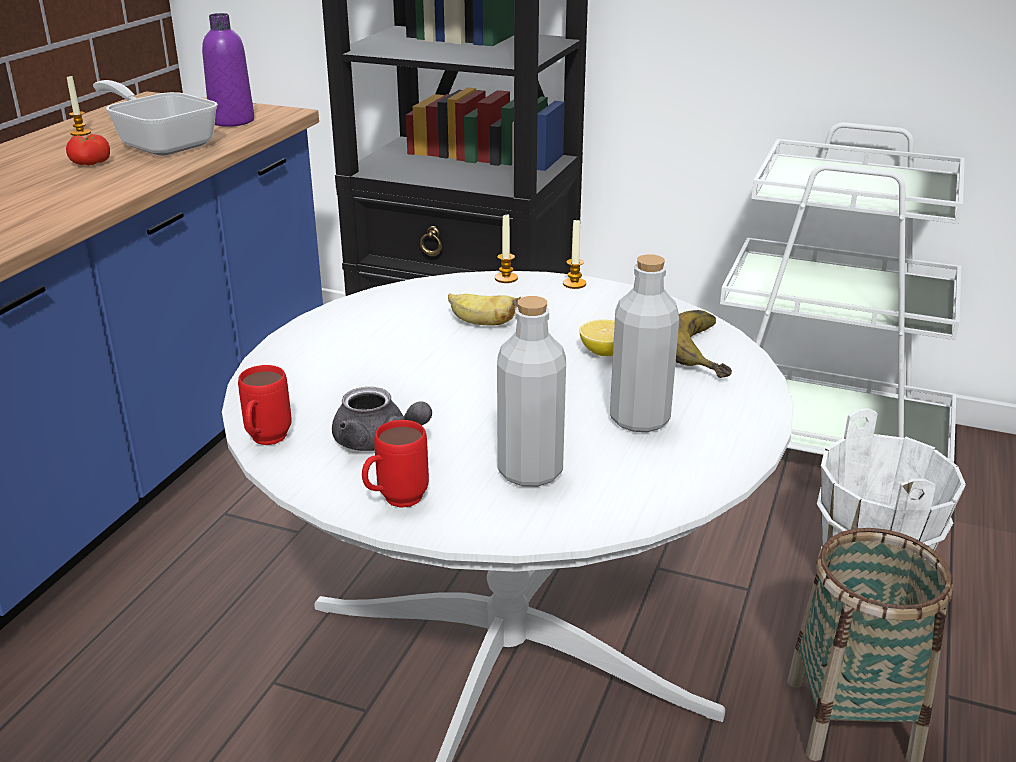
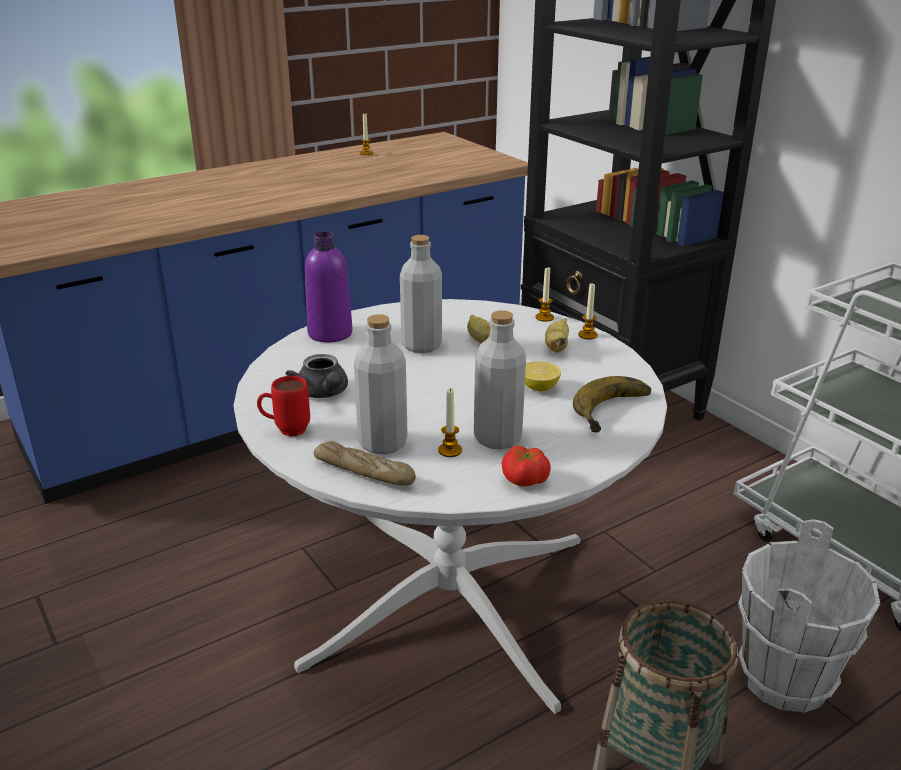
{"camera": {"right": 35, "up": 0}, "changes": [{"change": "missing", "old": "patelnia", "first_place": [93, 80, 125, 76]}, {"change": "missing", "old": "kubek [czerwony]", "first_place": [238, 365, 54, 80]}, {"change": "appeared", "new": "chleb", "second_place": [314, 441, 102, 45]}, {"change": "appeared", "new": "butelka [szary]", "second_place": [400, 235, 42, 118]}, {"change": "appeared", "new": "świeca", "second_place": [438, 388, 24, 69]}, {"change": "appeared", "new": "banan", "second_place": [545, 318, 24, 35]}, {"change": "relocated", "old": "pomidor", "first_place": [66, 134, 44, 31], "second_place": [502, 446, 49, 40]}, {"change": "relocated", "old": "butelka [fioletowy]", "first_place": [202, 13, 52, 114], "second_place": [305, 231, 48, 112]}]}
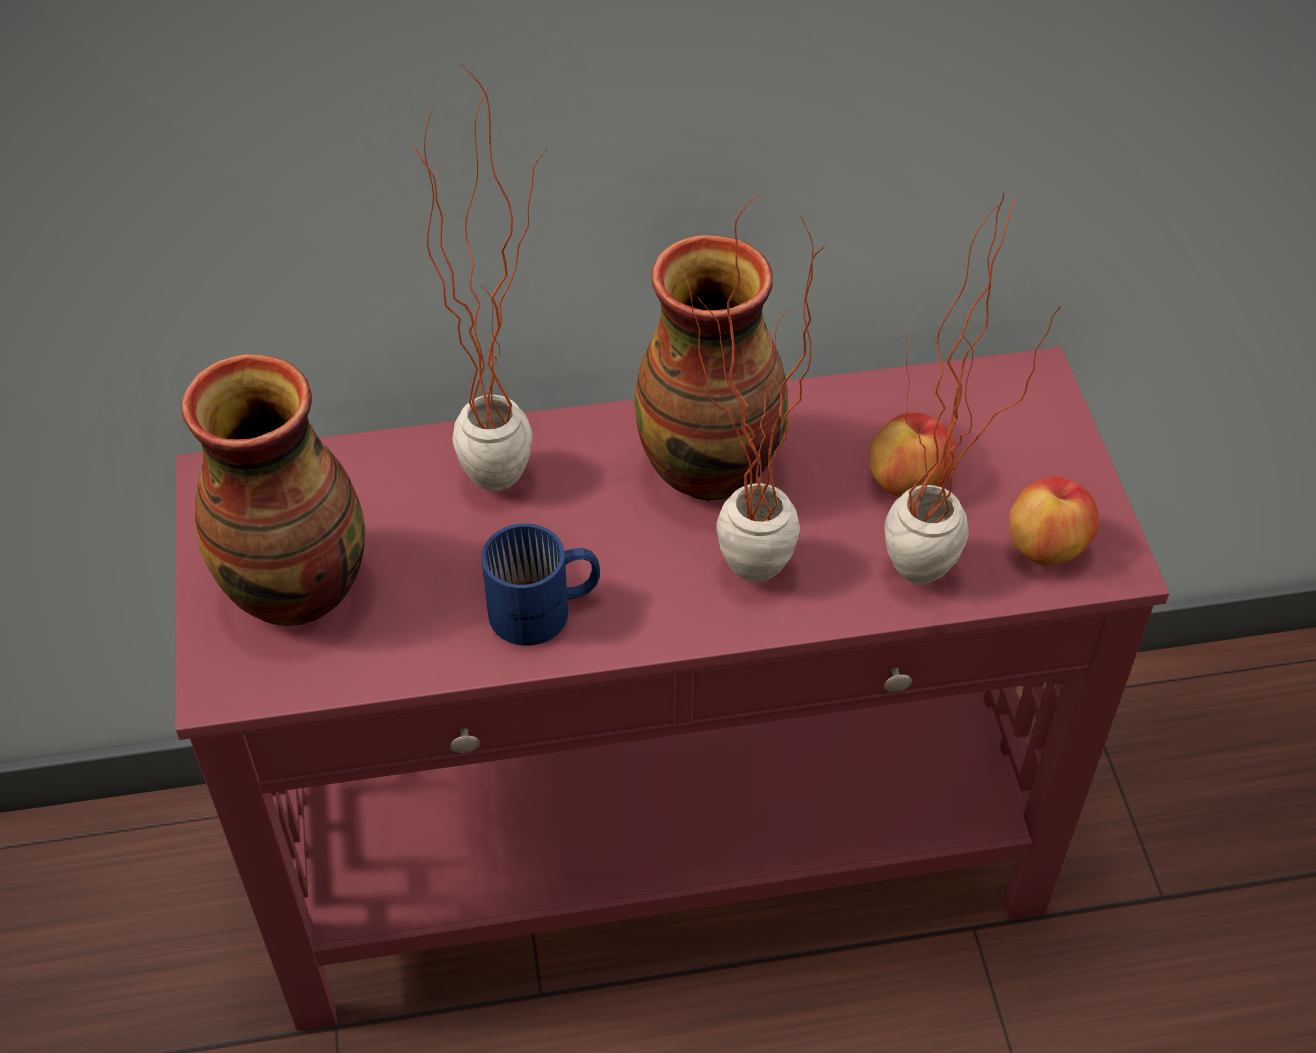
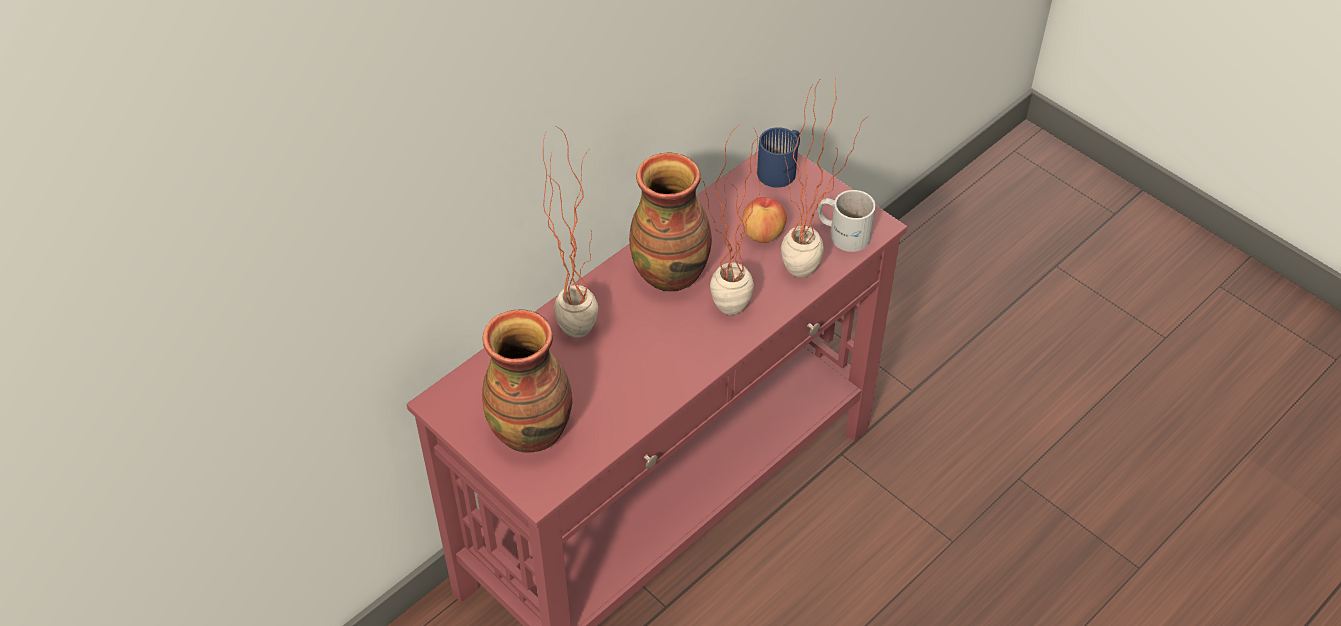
{"camera": {"right": -35, "up": 0}, "changes": [{"change": "relocated", "old": "kubek [niebieski]", "first_place": [481, 523, 119, 123], "second_place": [757, 127, 43, 61]}, {"change": "exchanged", "old": "jabłko", "new": "kubek [biały]", "first_place": [1009, 477, 90, 89], "second_place": [817, 190, 58, 62]}]}
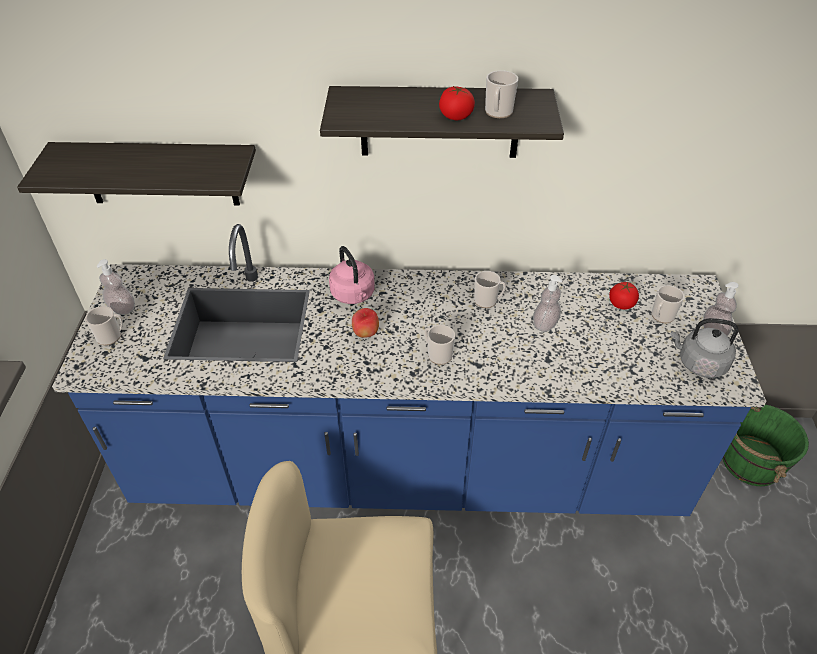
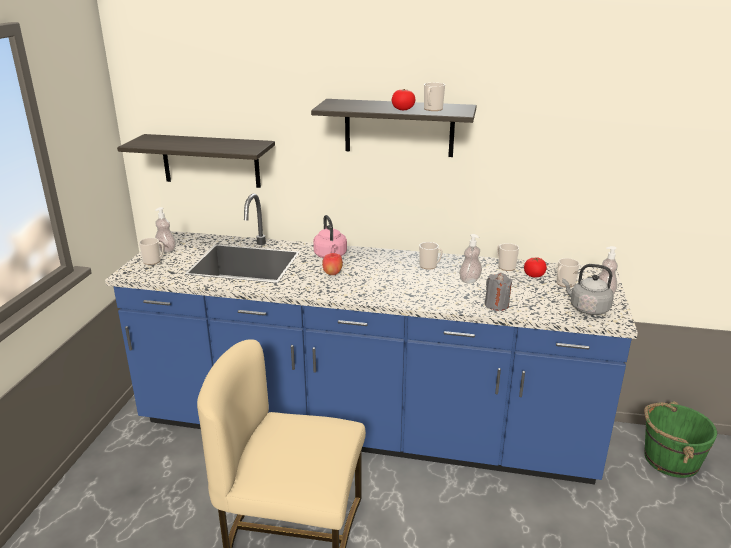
{"camera": {"right": 10, "up": -20}, "changes": [{"change": "appeared", "new": "świeca [szary]", "second_place": [485, 273, 28, 38]}, {"change": "relocated", "old": "kubek", "first_place": [425, 325, 30, 40], "second_place": [497, 243, 22, 28]}]}
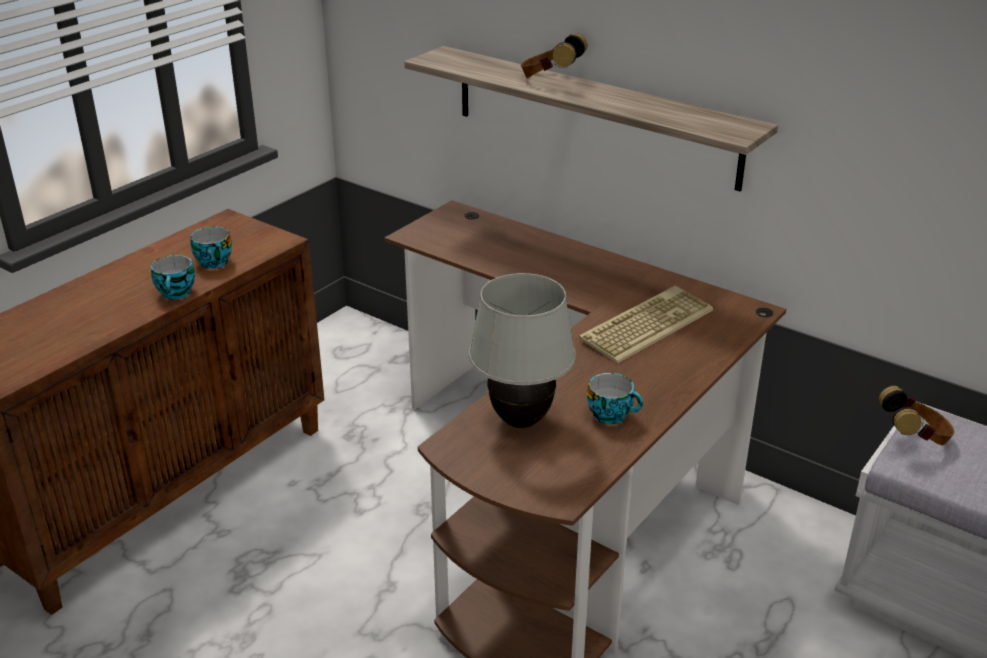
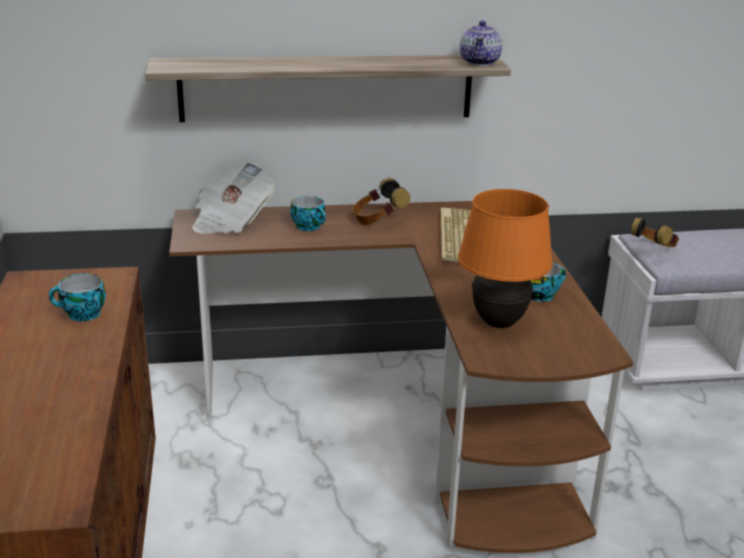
{"camera": {"right": -45, "up": -5}, "changes": [{"change": "appeared", "new": "gazeta", "second_place": [192, 162, 83, 72]}, {"change": "appeared", "new": "imbryk", "second_place": [460, 21, 42, 45]}, {"change": "relocated", "old": "filiżanka", "first_place": [151, 255, 44, 45], "second_place": [290, 196, 36, 35]}, {"change": "relocated", "old": "słuchawki", "first_place": [521, 33, 66, 45], "second_place": [353, 178, 57, 47]}, {"change": "colour", "old": "lampa stołowa [biały]", "new": "lampa stołowa [pomarańczowy]", "first_place": [469, 273, 107, 155], "second_place": [458, 189, 95, 139]}]}
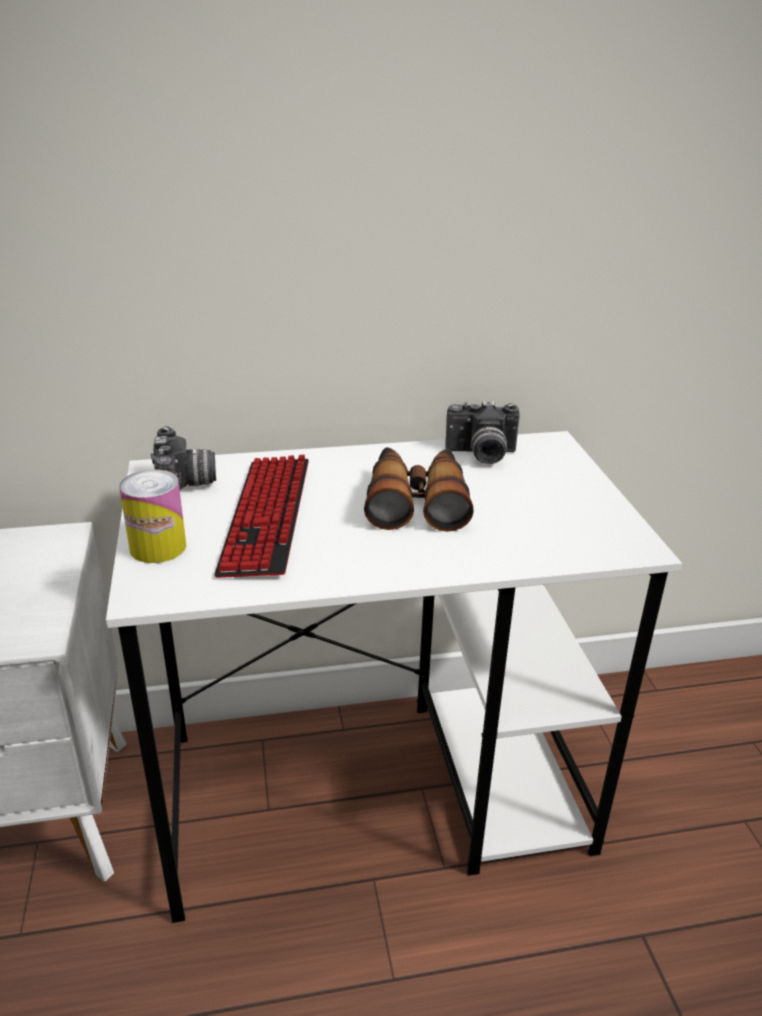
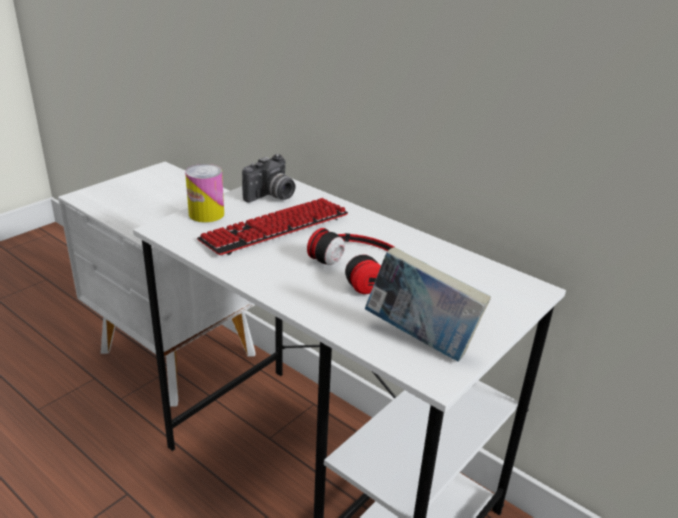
{"camera": {"right": 50, "up": 0}, "changes": [{"change": "missing", "old": "aparat fotograficzny", "first_place": [445, 401, 75, 63]}, {"change": "appeared", "new": "książka", "second_place": [365, 247, 126, 114]}, {"change": "exchanged", "old": "lornetka", "new": "słuchawki", "first_place": [364, 447, 110, 85], "second_place": [307, 228, 87, 66]}]}
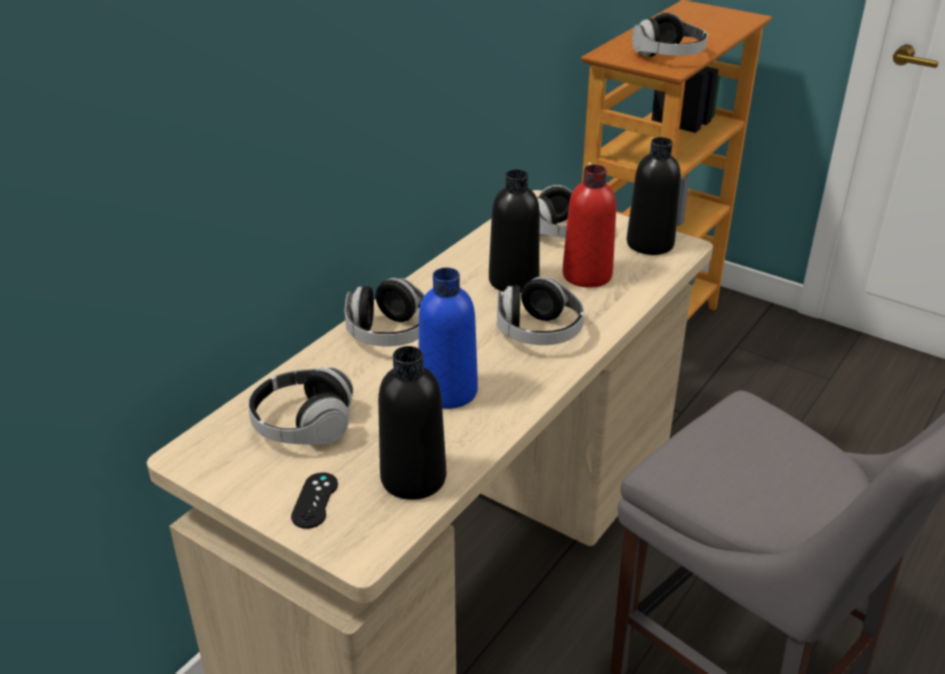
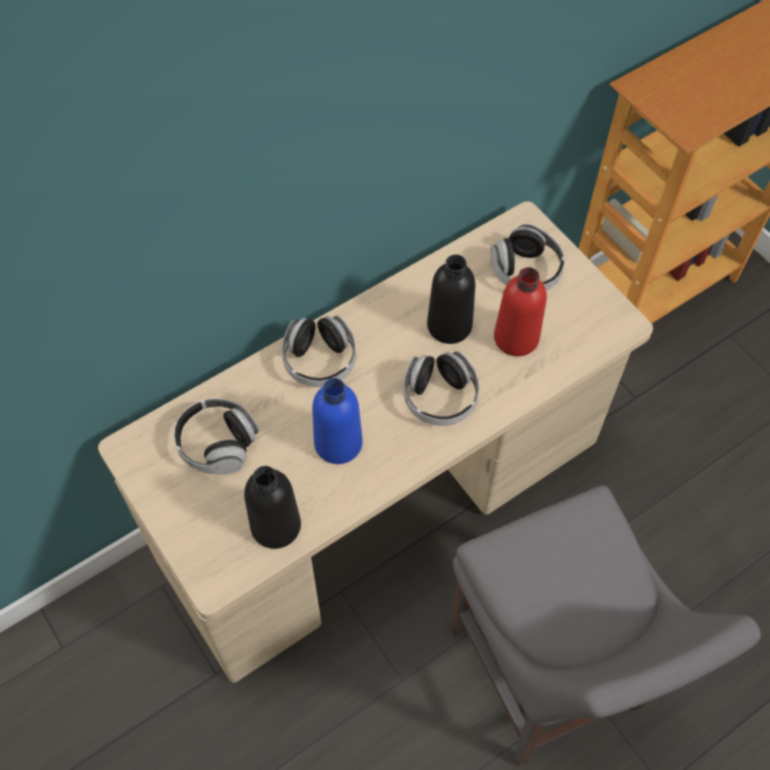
{"camera": {"right": 20, "up": 25}, "changes": [{"change": "missing", "old": "pad do gier [czarny]", "first_place": [291, 472, 47, 57]}, {"change": "missing", "old": "butelka [czarny]", "first_place": [627, 137, 54, 118]}, {"change": "missing", "old": "słuchawki", "first_place": [632, 12, 76, 45]}]}
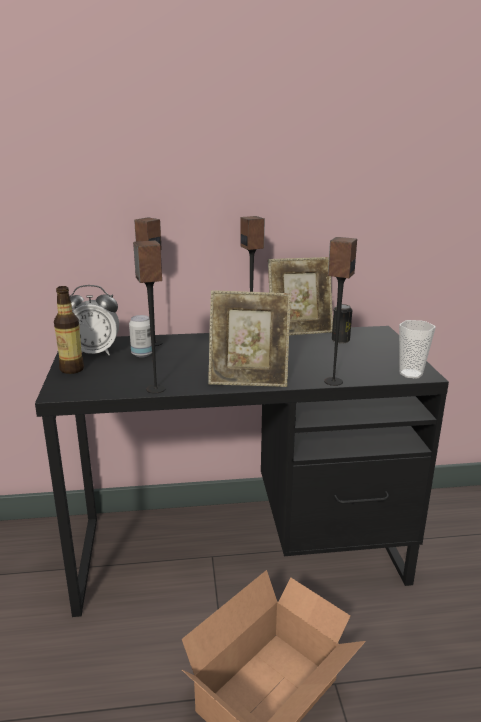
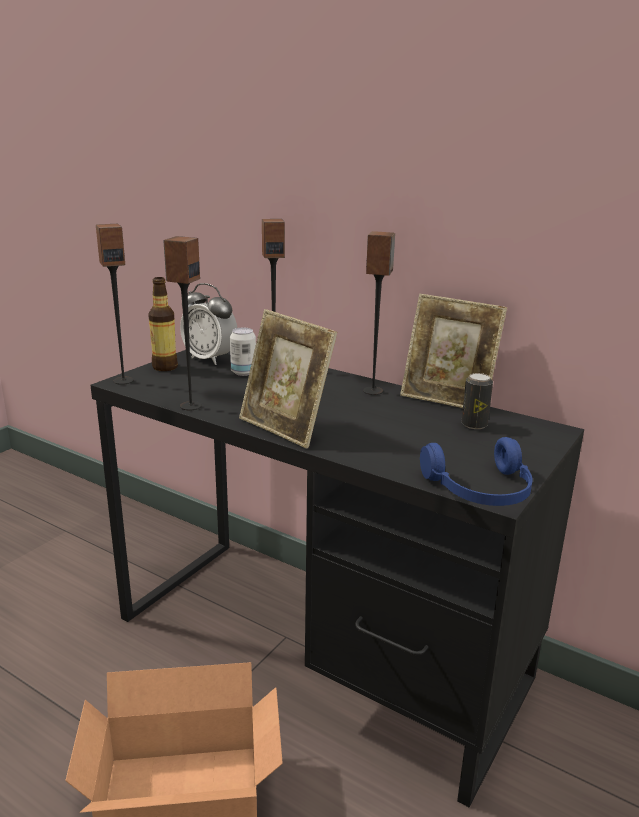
{"camera": {"right": 40, "up": 0}, "changes": [{"change": "relocated", "old": "głośnik", "first_place": [324, 237, 33, 149], "second_place": [96, 224, 38, 161]}, {"change": "exchanged", "old": "filiżanka", "new": "słuchawki [niebieski]", "first_place": [399, 320, 37, 59], "second_place": [420, 437, 113, 69]}]}
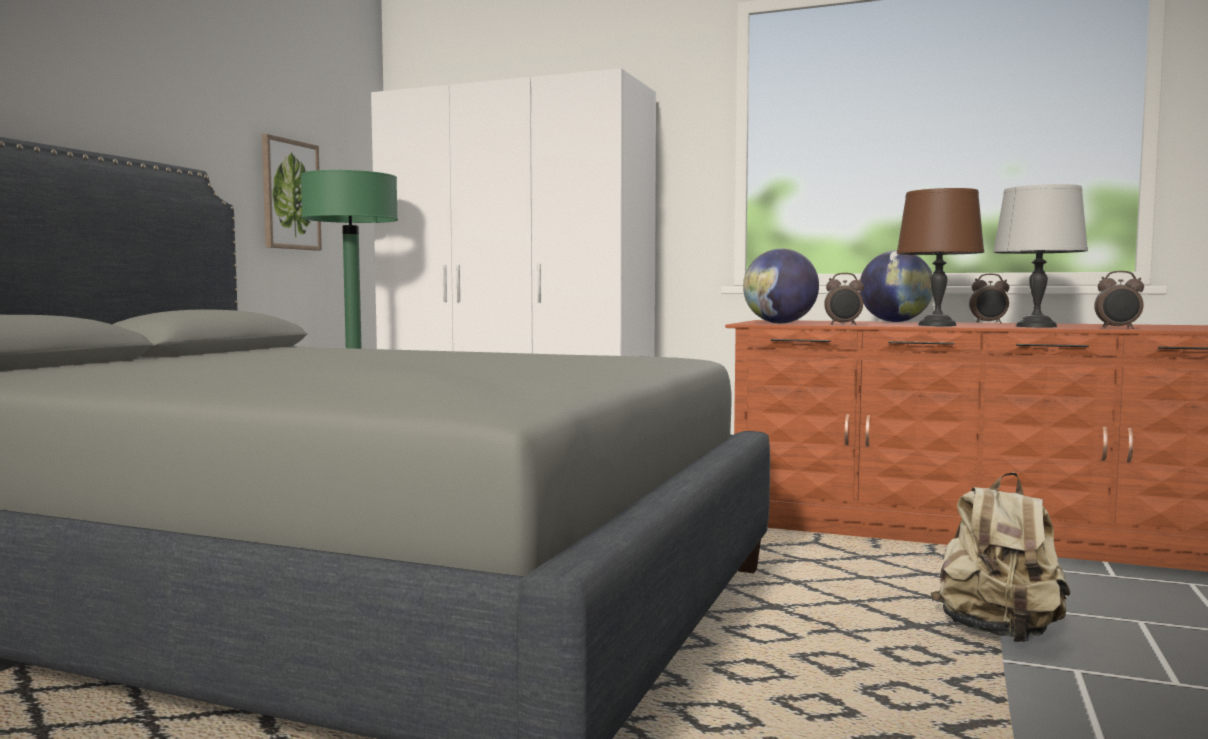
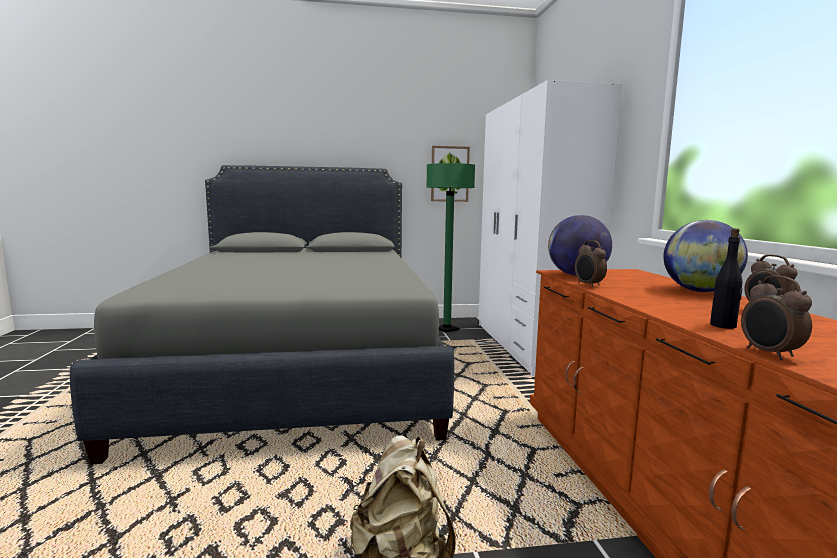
{"camera": {"right": 60, "up": 5}, "changes": [{"change": "missing", "old": "lampa stołowa [brązowy]", "first_place": [897, 188, 87, 138]}, {"change": "exchanged", "old": "lampa stołowa [szary]", "new": "butelka [czarny]", "first_place": [993, 184, 95, 143], "second_place": [710, 228, 33, 101]}]}
